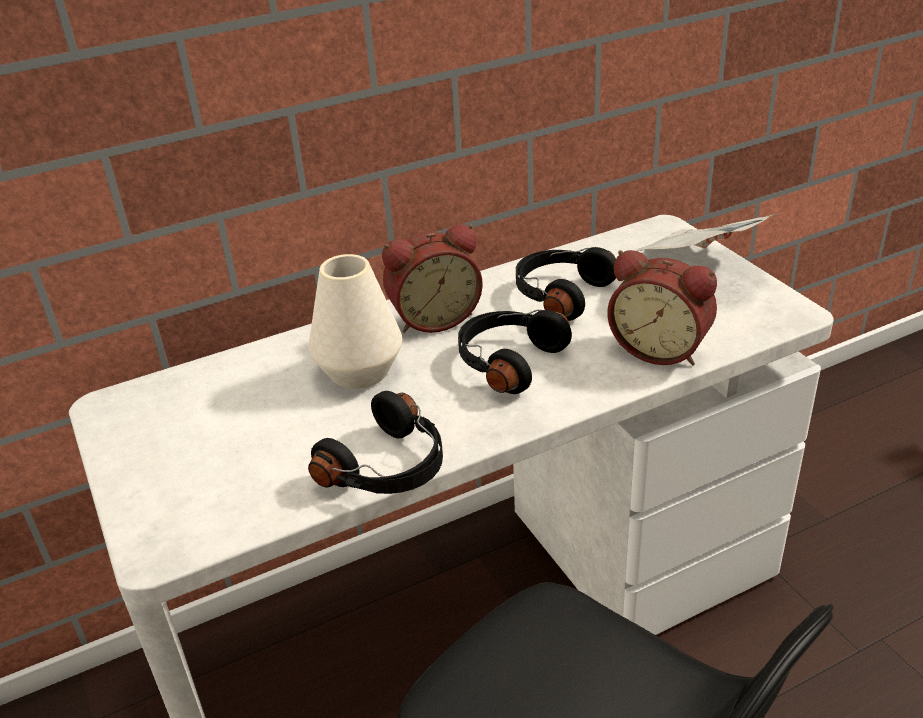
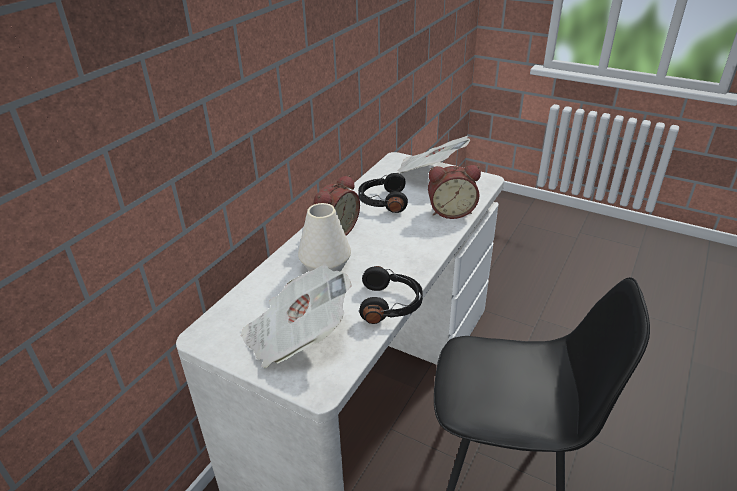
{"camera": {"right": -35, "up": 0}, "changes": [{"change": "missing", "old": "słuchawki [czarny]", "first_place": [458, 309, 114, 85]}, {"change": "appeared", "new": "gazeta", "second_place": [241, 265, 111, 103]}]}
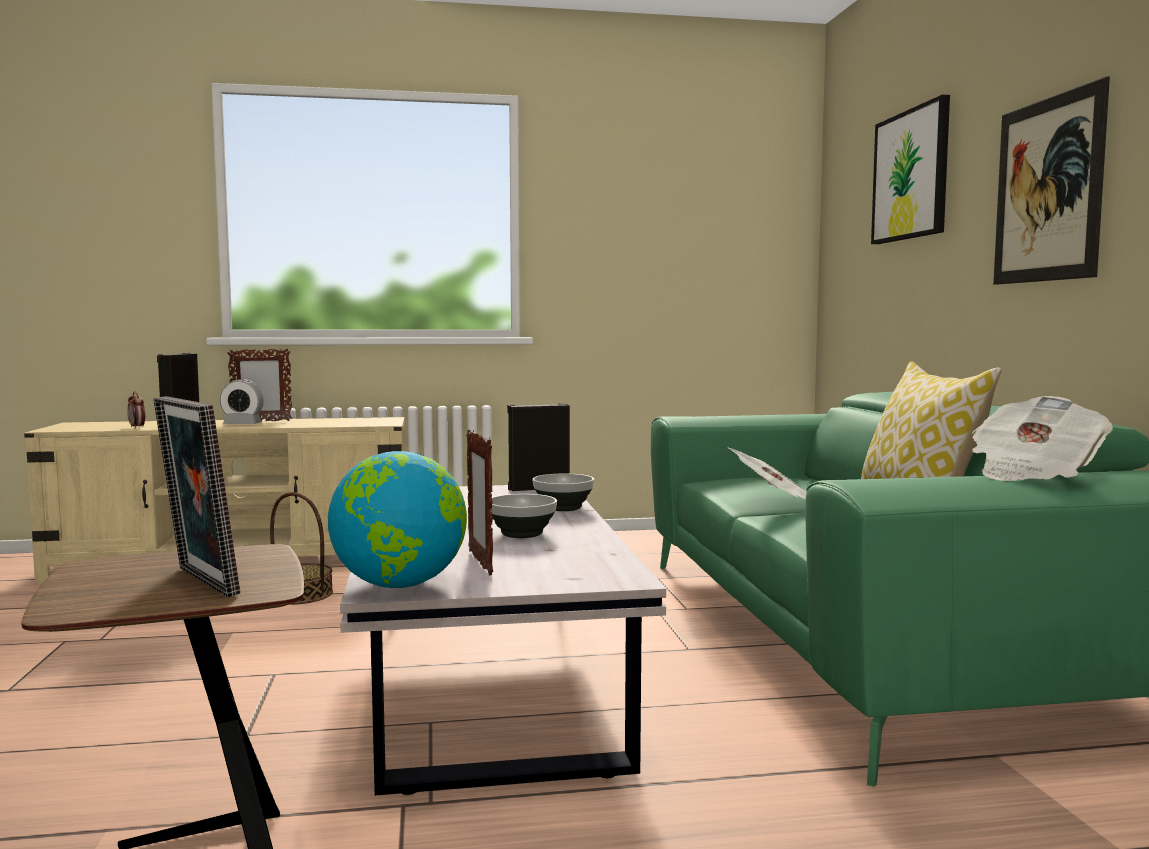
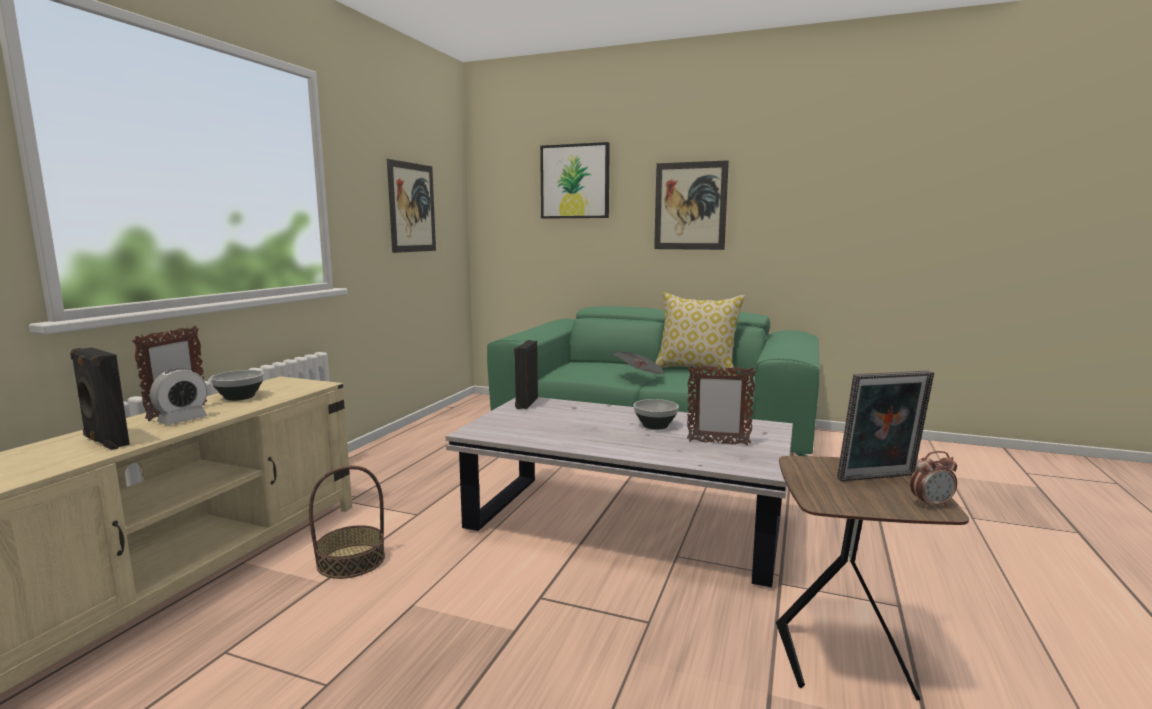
{"camera": {"right": -60, "up": 5}, "changes": [{"change": "missing", "old": "globus", "first_place": [328, 451, 139, 137]}, {"change": "missing", "old": "gazeta", "first_place": [972, 396, 141, 85]}, {"change": "appeared", "new": "obraz", "second_place": [387, 159, 49, 94]}, {"change": "relocated", "old": "budzik", "first_place": [127, 391, 18, 38], "second_place": [910, 451, 47, 57]}, {"change": "relocated", "old": "miska", "first_place": [533, 474, 61, 37], "second_place": [210, 370, 54, 31]}]}
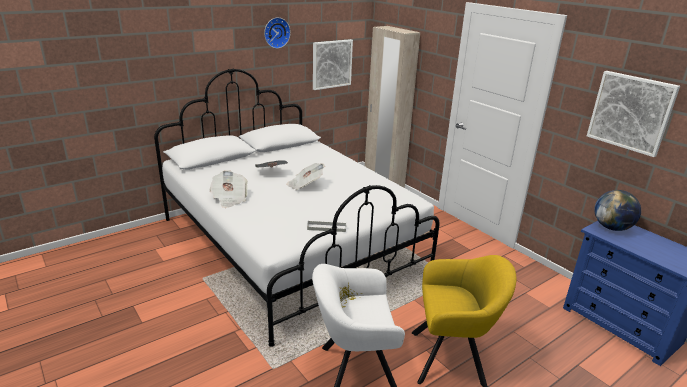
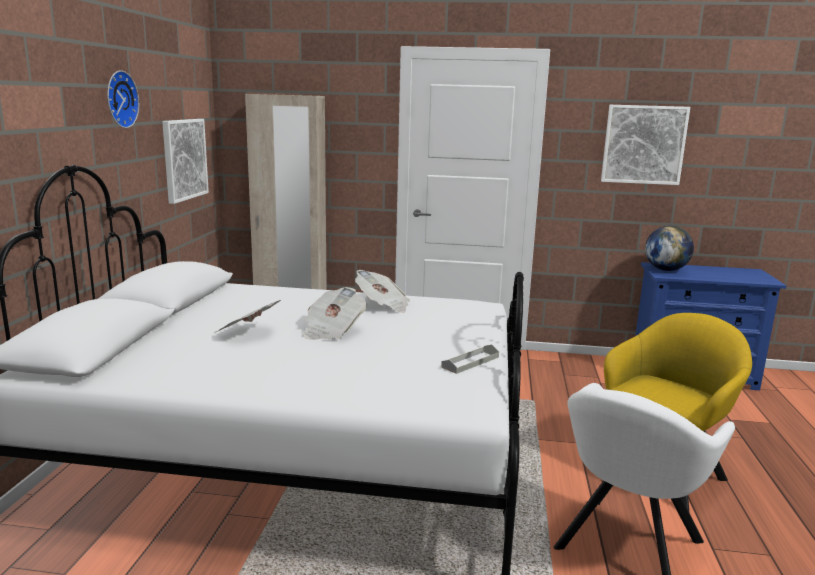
{"camera": {"right": -45, "up": -10}, "changes": [{"change": "relocated", "old": "gazeta", "first_place": [209, 170, 39, 38], "second_place": [355, 270, 55, 43]}]}
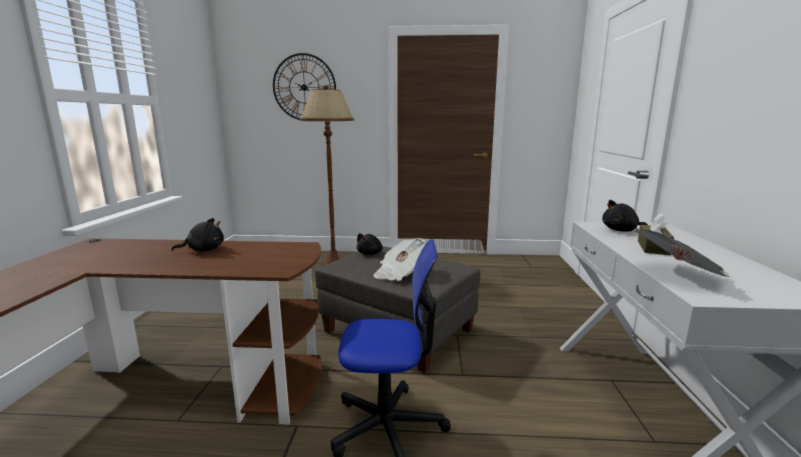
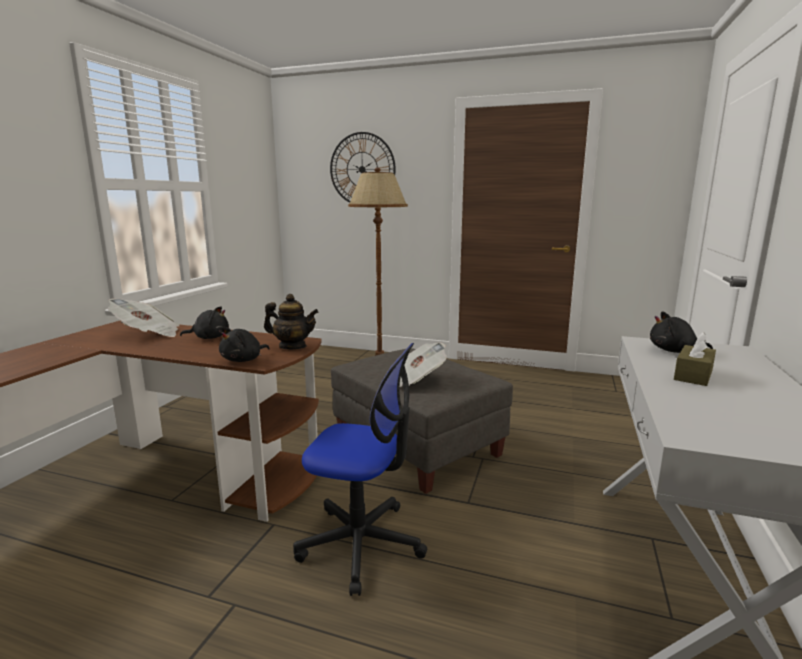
{"camera": {"right": 15, "up": 0}, "changes": [{"change": "appeared", "new": "imbryk", "second_place": [264, 294, 55, 55]}, {"change": "relocated", "old": "pluszak [czarny]", "first_place": [357, 233, 26, 22], "second_place": [219, 326, 51, 36]}, {"change": "relocated", "old": "gazeta", "first_place": [634, 230, 96, 47], "second_place": [107, 299, 72, 38]}]}
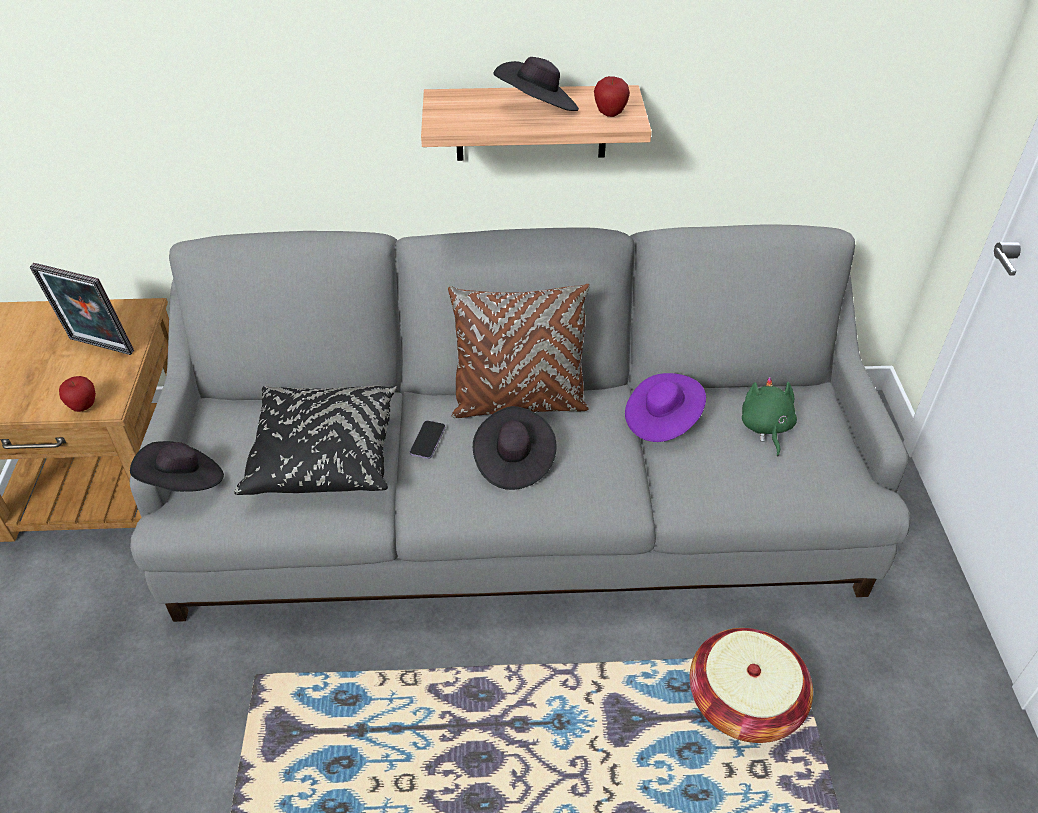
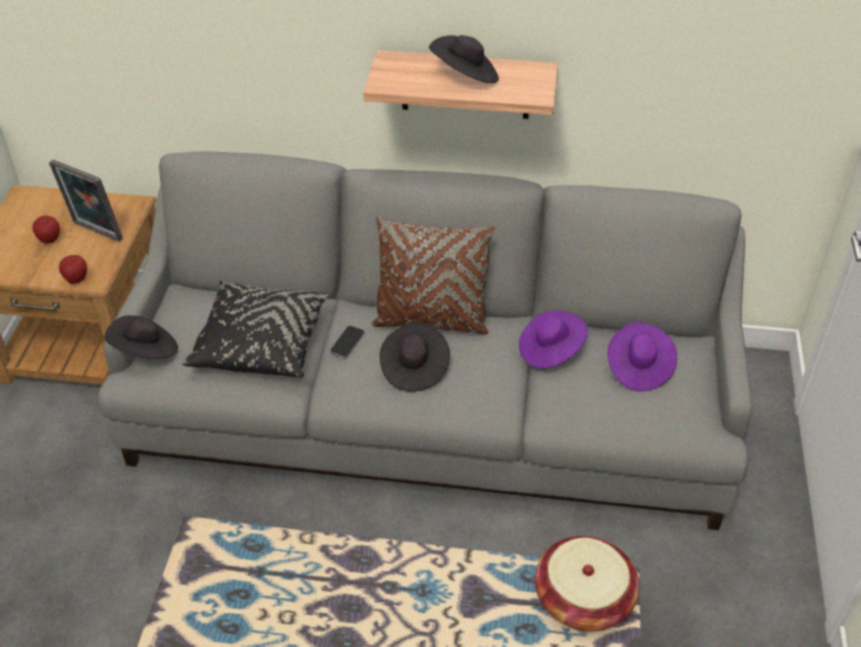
{"camera": {"right": 10, "up": 0}, "changes": [{"change": "relocated", "old": "jabłko", "first_place": [594, 76, 36, 41], "second_place": [33, 216, 27, 28]}, {"change": "exchanged", "old": "pluszak [zielony]", "new": "kapelusz [fioletowy]", "first_place": [742, 377, 55, 79], "second_place": [607, 322, 70, 70]}]}
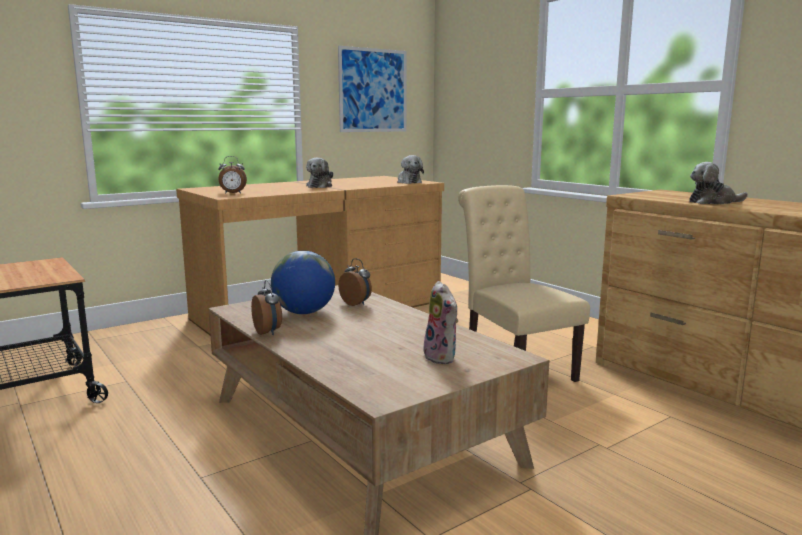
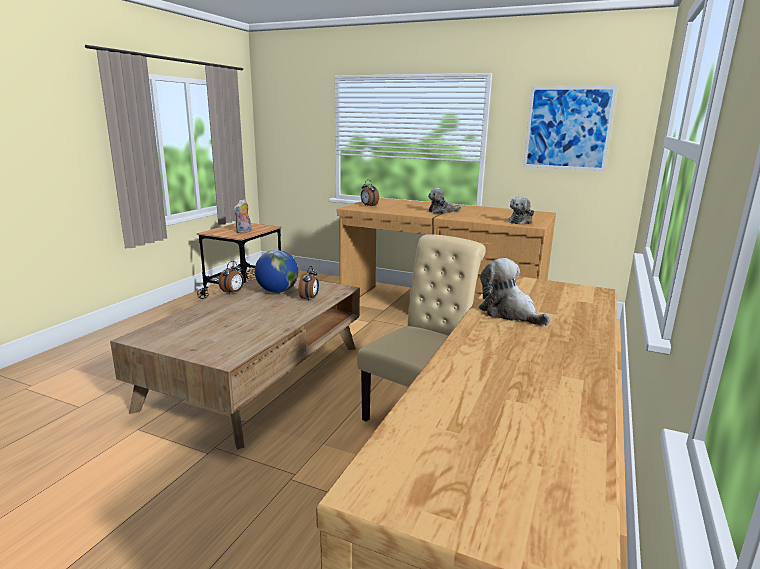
{"camera": {"right": 60, "up": 5}, "changes": [{"change": "relocated", "old": "pluszak", "first_place": [424, 281, 34, 83], "second_place": [233, 199, 18, 34]}]}
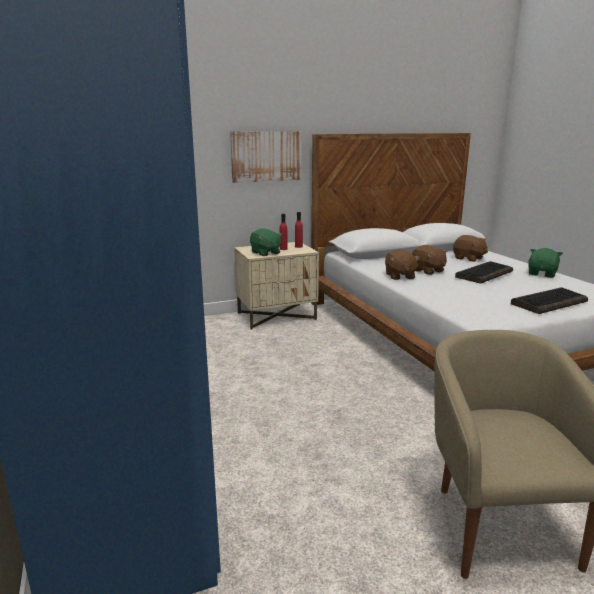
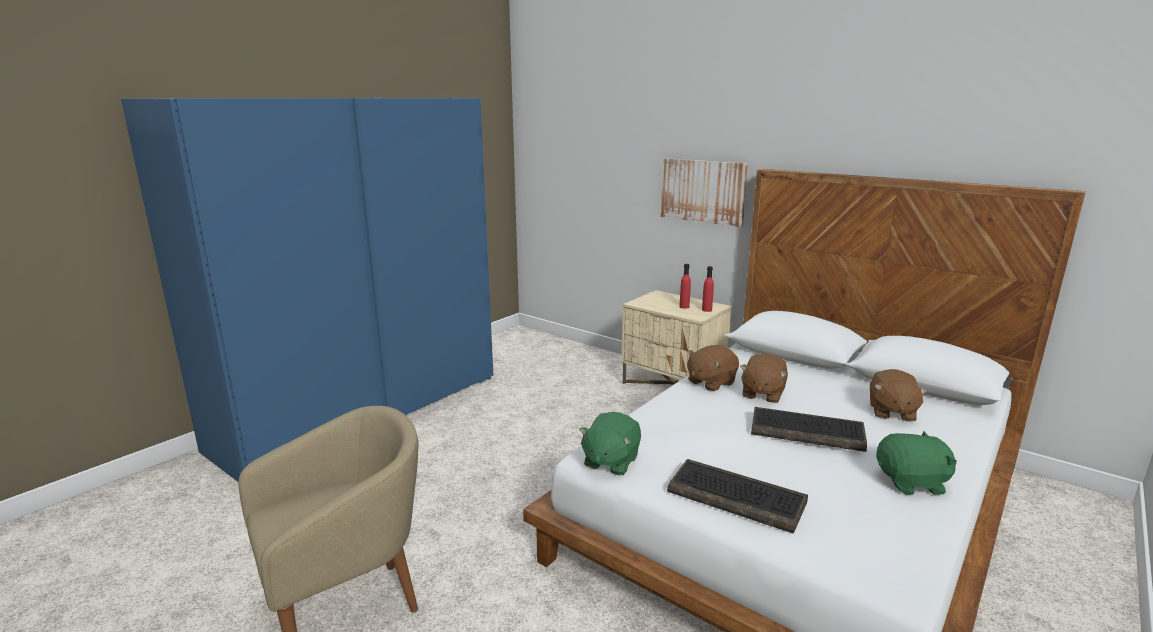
{"camera": {"right": 60, "up": 0}, "changes": [{"change": "relocated", "old": "pluszak [zielony]", "first_place": [250, 228, 32, 28], "second_place": [579, 412, 62, 63]}]}
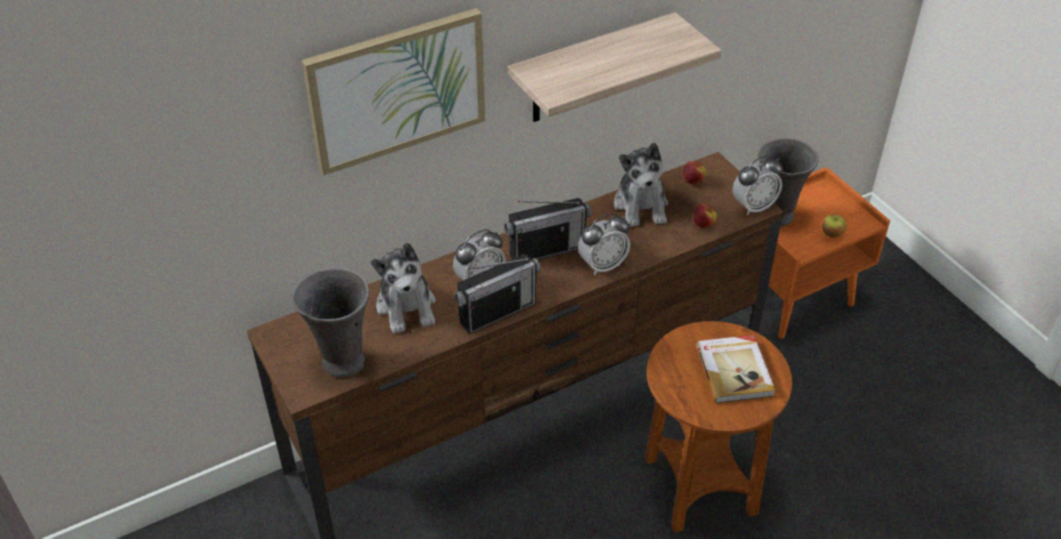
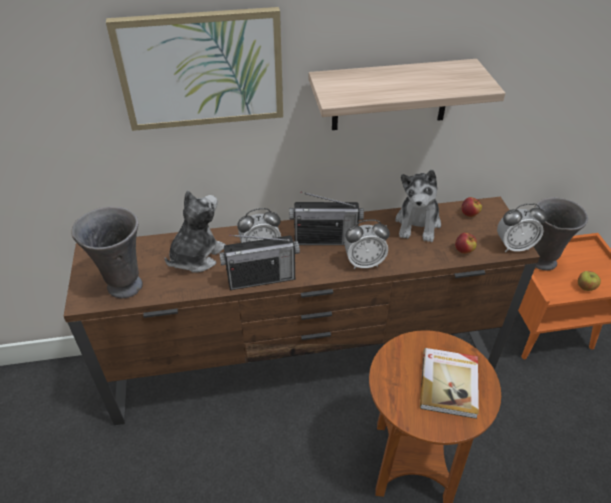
{"camera": {"right": 20, "up": 0}, "changes": [{"change": "spun", "old": "pluszak", "first_place": [371, 243, 65, 91], "second_place": [165, 190, 61, 83], "degrees": -150}]}
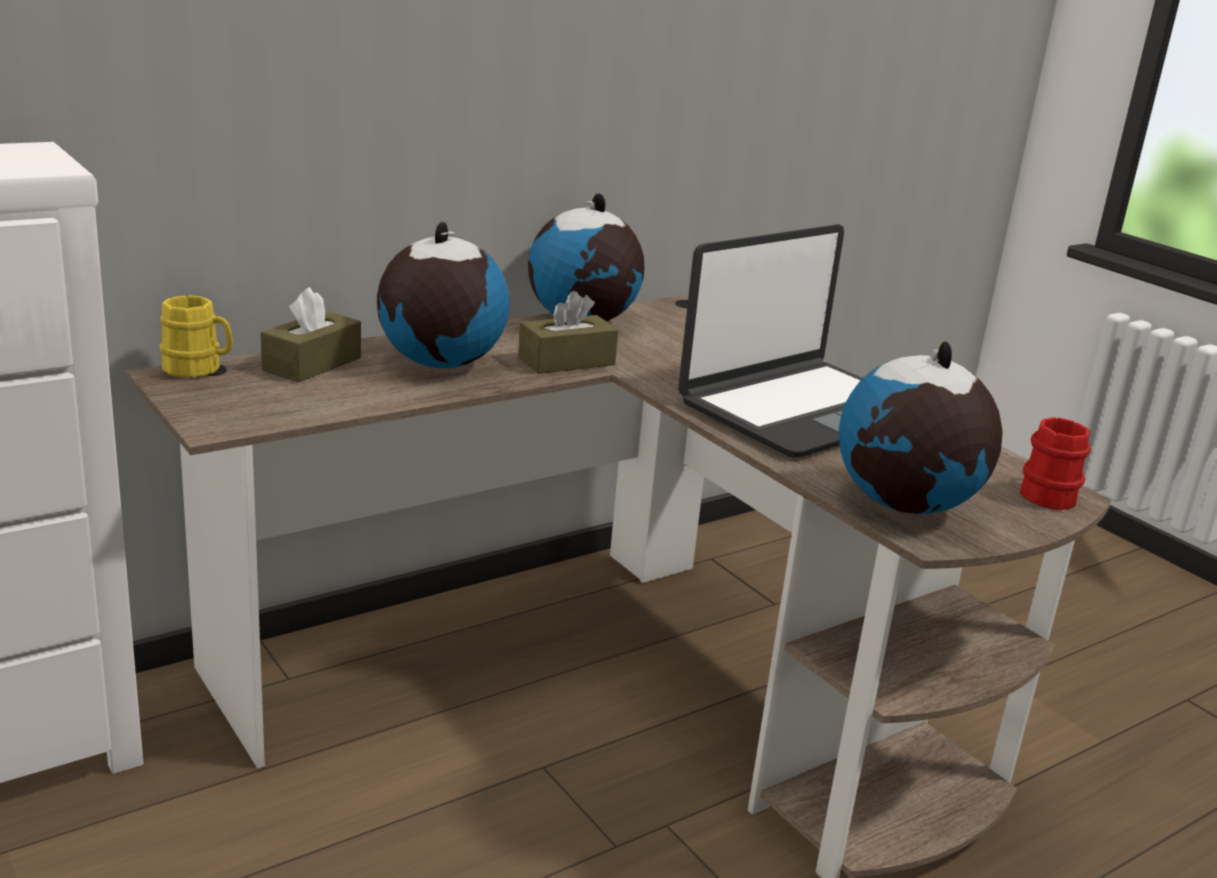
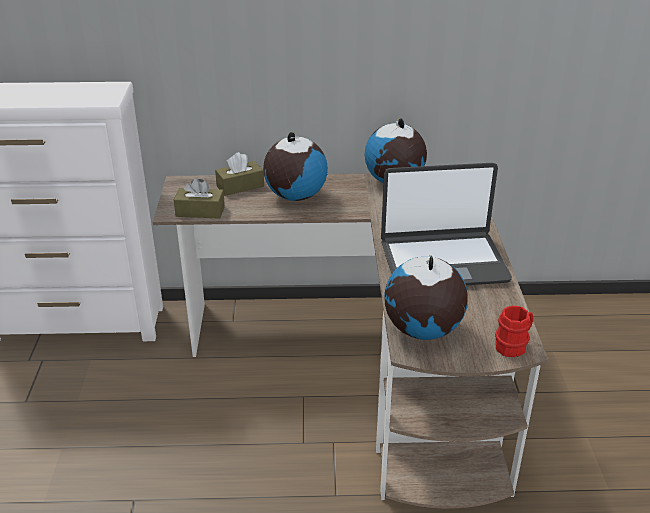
{"camera": {"right": 35, "up": 10}, "changes": [{"change": "missing", "old": "kubek [żółty]", "first_place": [159, 295, 74, 83]}, {"change": "relocated", "old": "pudełko chusteczek [brązowy]", "first_place": [518, 291, 100, 83], "second_place": [174, 178, 51, 41]}]}
